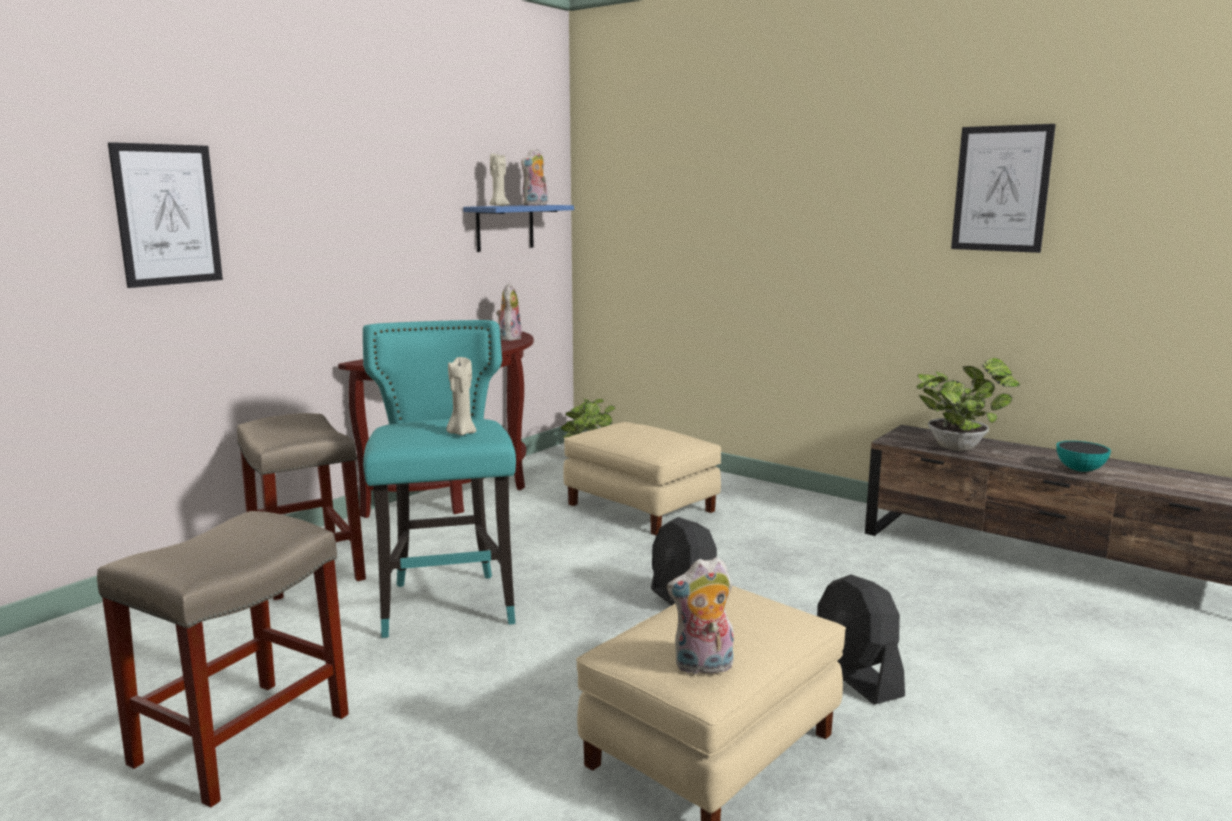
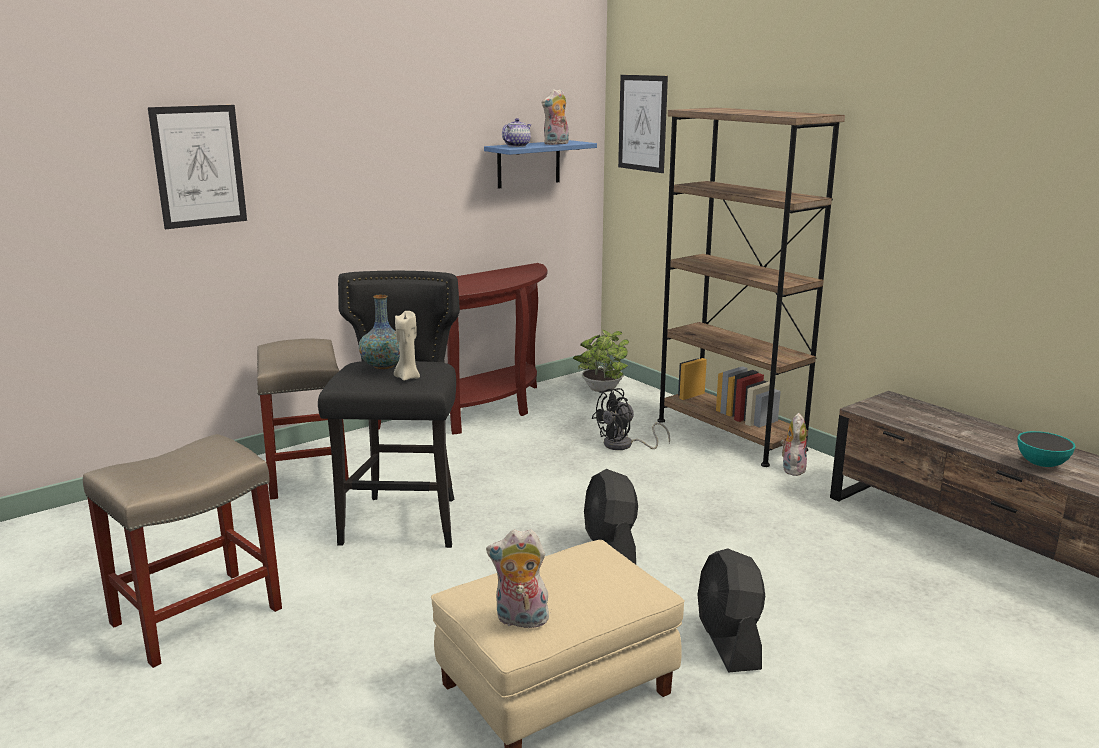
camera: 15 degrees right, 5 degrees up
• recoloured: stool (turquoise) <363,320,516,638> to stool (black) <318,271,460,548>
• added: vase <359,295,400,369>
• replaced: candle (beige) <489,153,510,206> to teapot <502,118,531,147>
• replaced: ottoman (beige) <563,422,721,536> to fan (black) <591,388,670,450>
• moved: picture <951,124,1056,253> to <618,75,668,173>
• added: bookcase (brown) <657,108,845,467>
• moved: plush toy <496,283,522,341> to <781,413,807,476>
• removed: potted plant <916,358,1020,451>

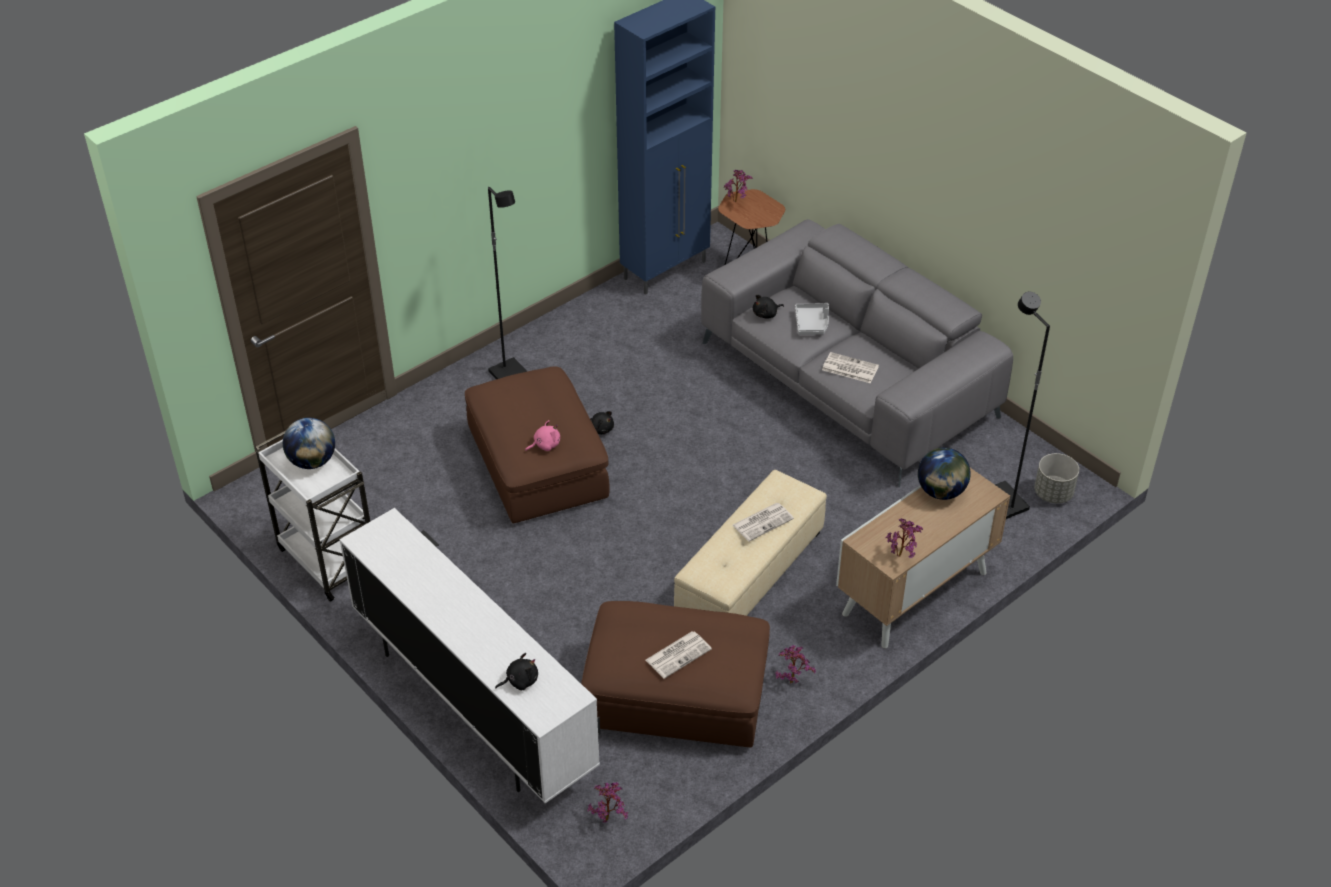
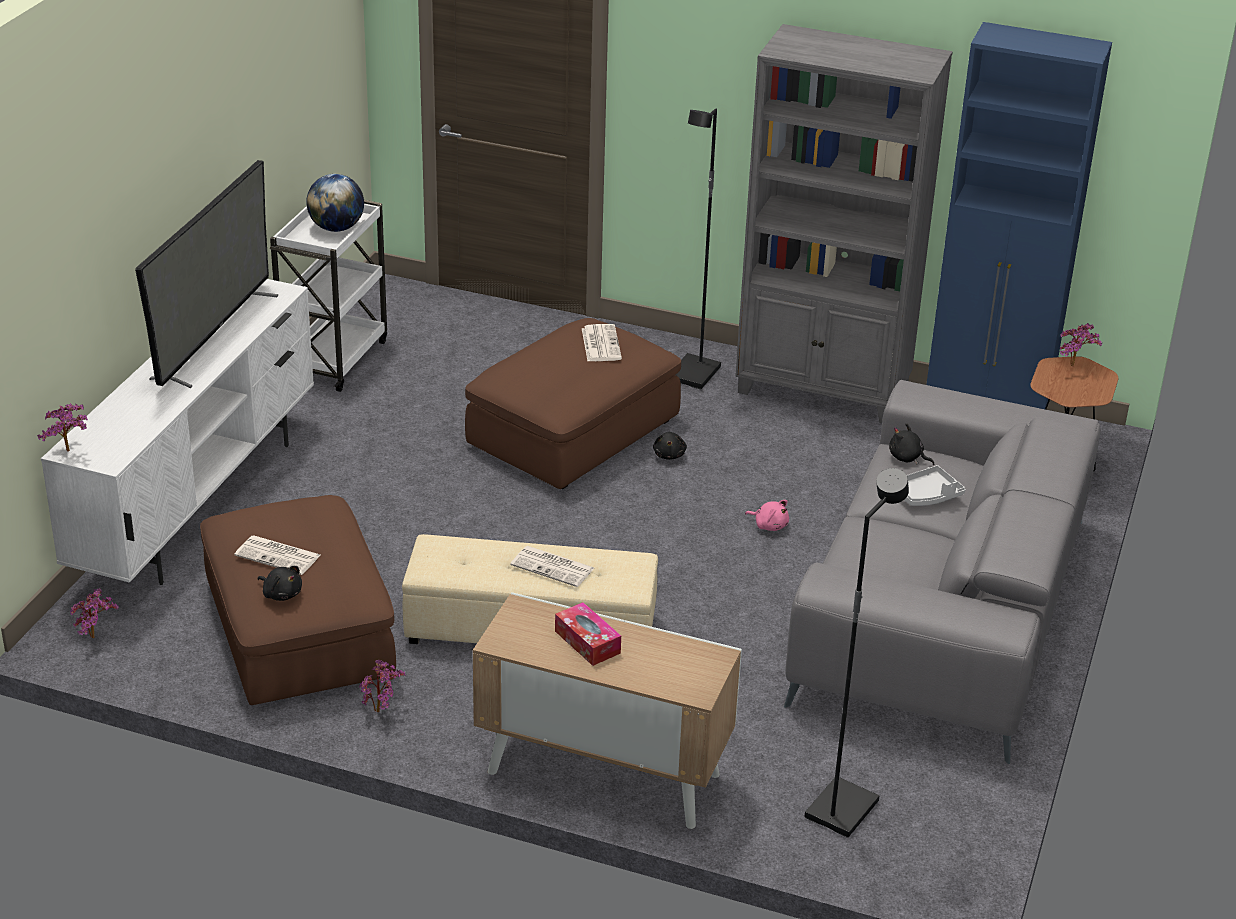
camera: 60 degrees right, 10 degrees down
• moved: potted plant <885,518,923,558> to <37,403,88,452>
• added: television <135,160,278,388>
• moved: plush toy (black) <495,653,538,690> to <258,566,302,601>
• added: tissue box <555,602,621,666>
• moved: newspaper <822,352,879,383> to <582,324,622,361>
• added: bookcase (grey) <735,24,953,423>
• moved: plush toy (pink) <525,420,560,451> to <745,500,789,531>
• removed: globe <918,448,971,500>
• removed: planter (grey) <1034,453,1079,503>

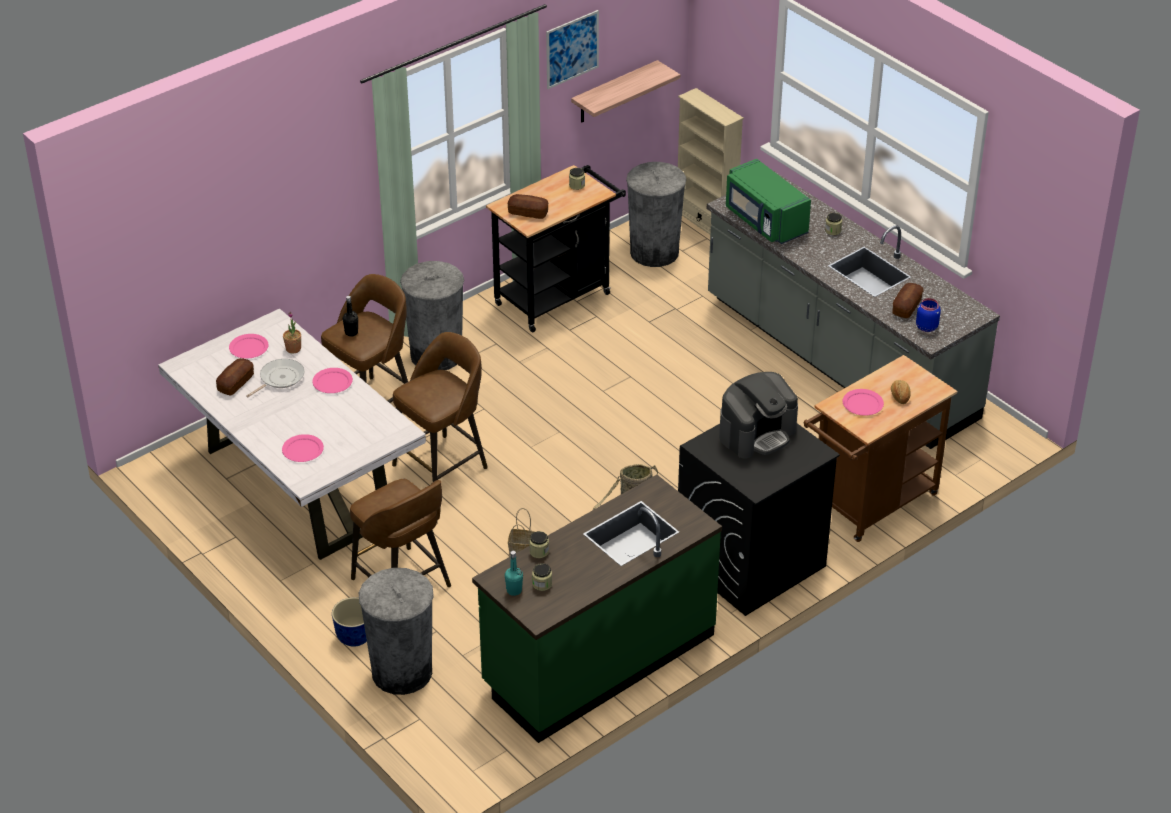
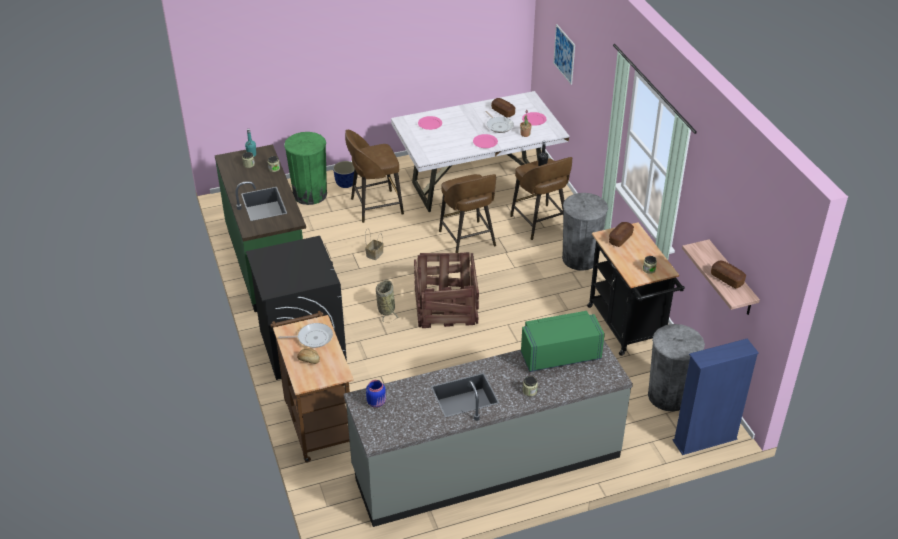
camera: 110 degrees right, 0 degrees up
• replaced: plate (pink) <843,389,884,416> to frying pan <278,323,333,348>
• recoloured: trash can (grey) <359,568,434,695> to trash can (green) <284,132,327,205>
• added: crate <414,252,479,328>
• moved: picture <546,10,599,89> to <553,24,575,85>
• recoloured: bookcase (beige) <678,88,744,234> to bookcase (blue) <673,339,759,455>
• moved: bread <892,283,924,318> to <711,261,746,288>
• removed: coffee machine <719,372,798,458>

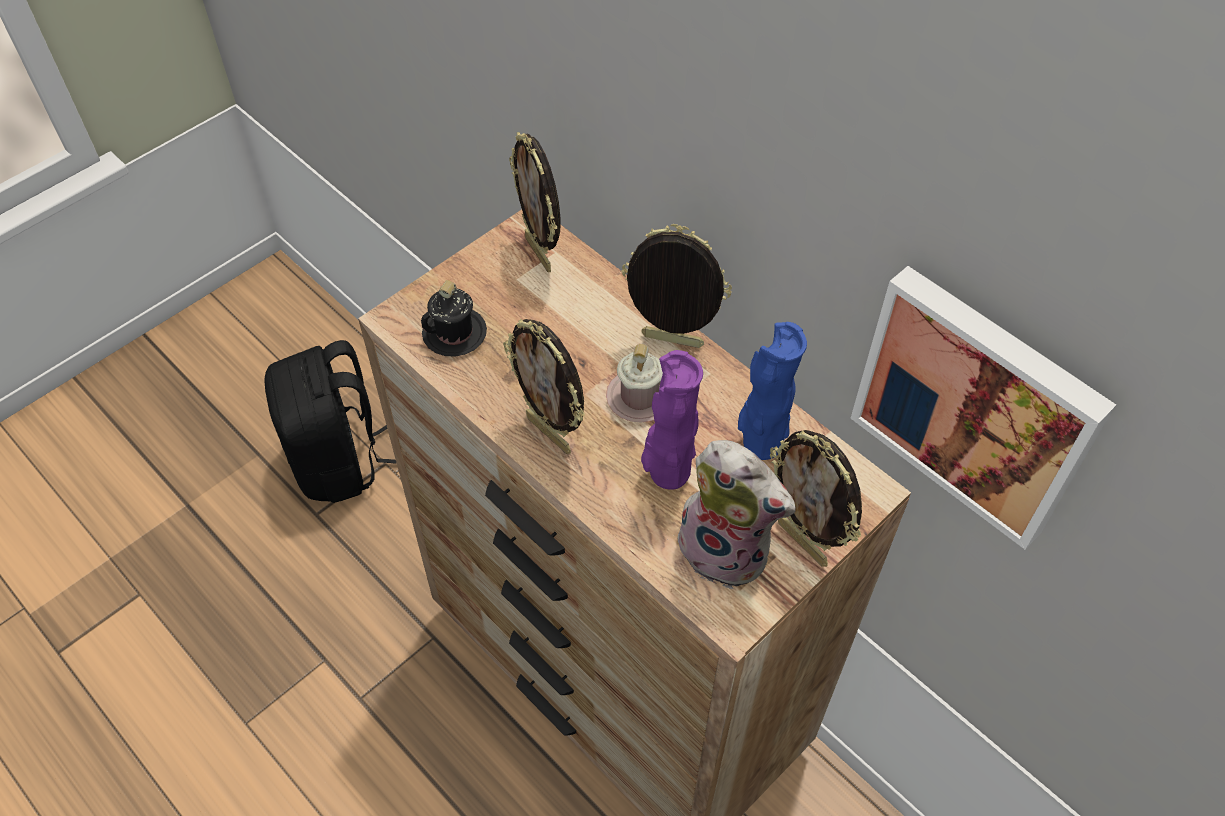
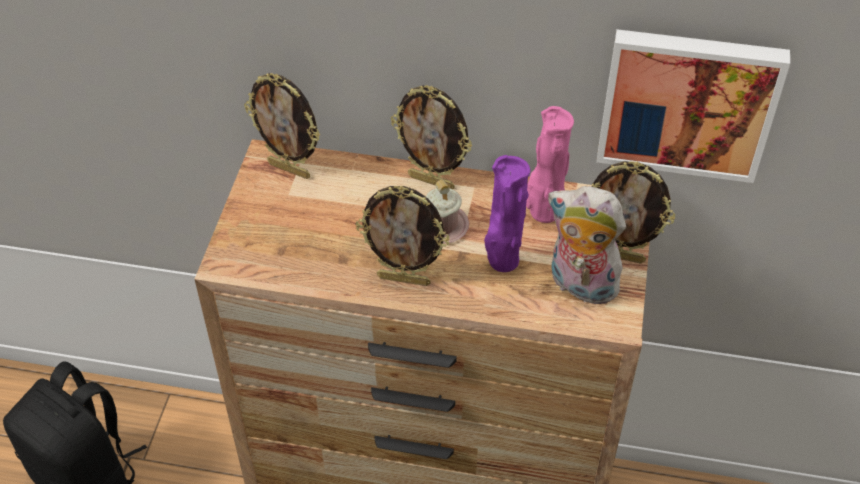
camera: 35 degrees left, 5 degrees down
• turned: picture frame <621,224,732,348> = <391,85,472,189> 135 degrees counterclockwise
• recoloured: vase (blue) <738,322,807,460> to vase (pink) <526,106,574,223>
• turned: plush toy <670,440,796,589> = <548,186,628,304> 150 degrees counterclockwise
• removed: mug (black) <421,280,487,357>

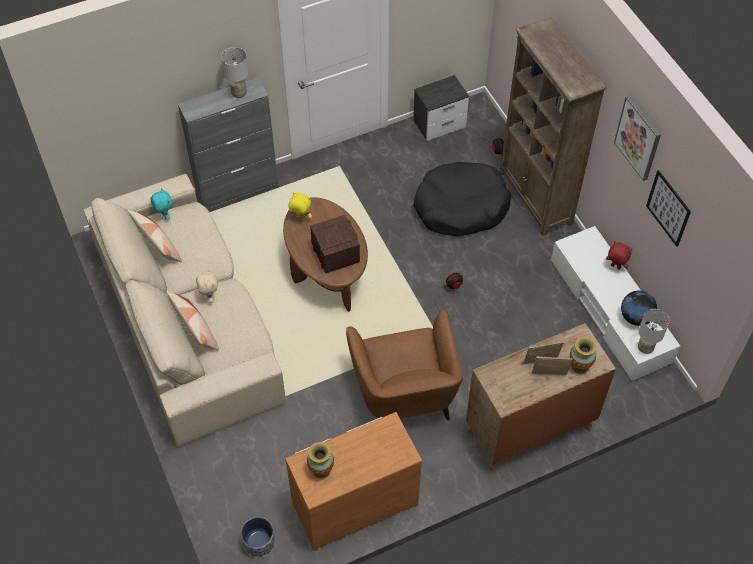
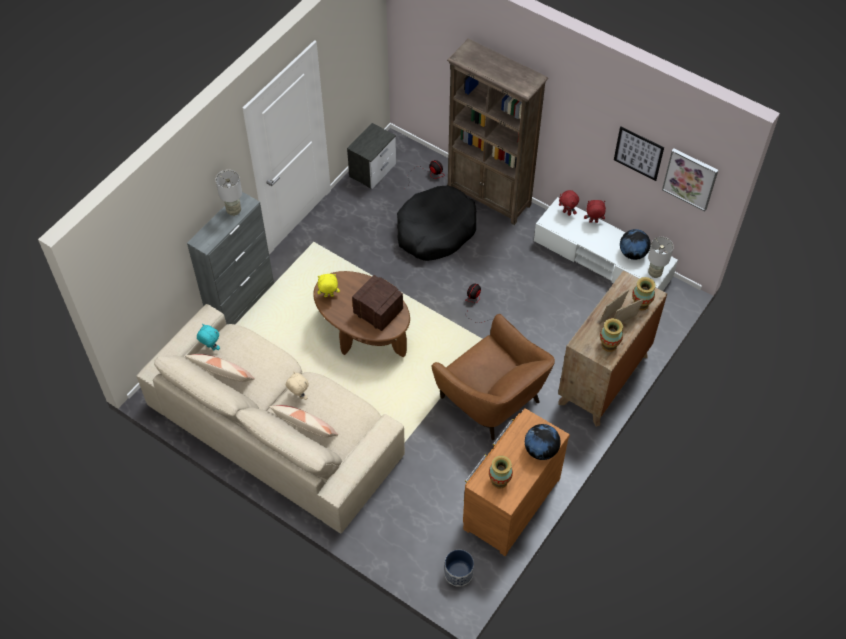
camera: 30 degrees left, 0 degrees up
• added: globe <525,424,561,460>
• added: plush toy (red) <559,190,579,216>
• added: vase <600,318,623,352>
• moved: picture <614,95,661,181> to <662,148,718,211>

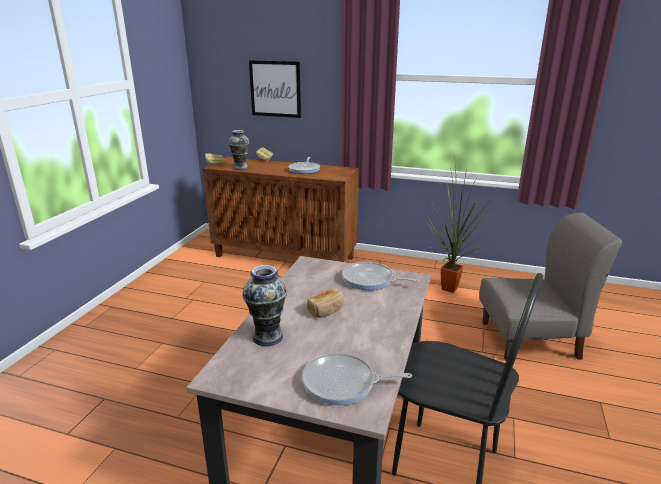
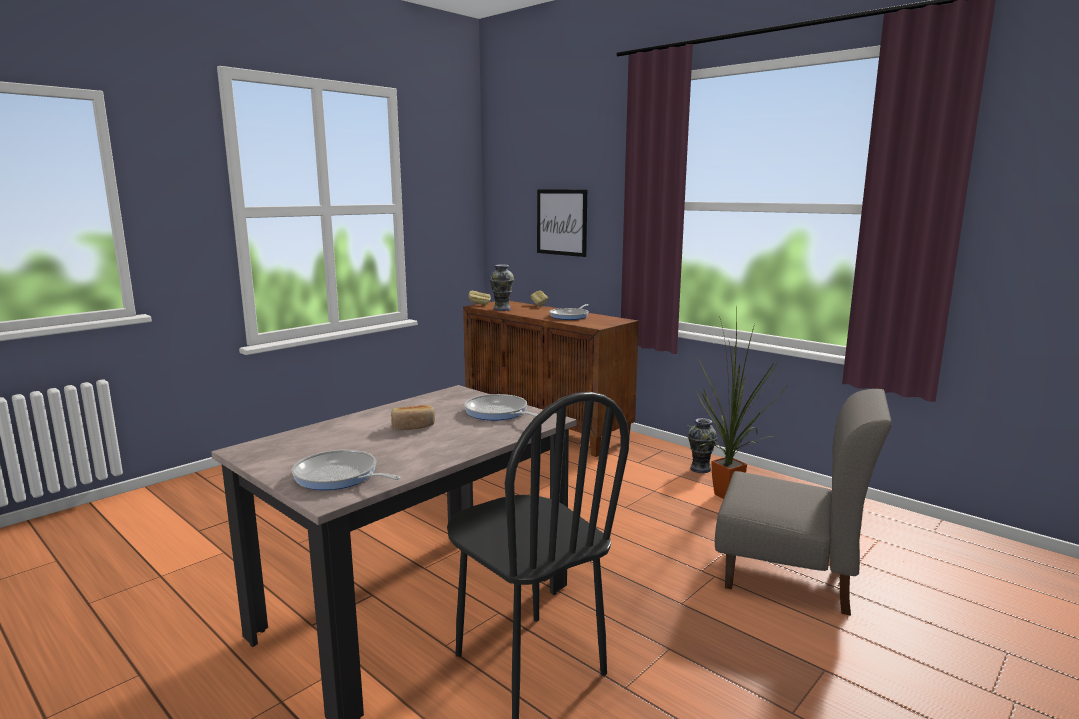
camera: 25 degrees right, 10 degrees down
• moved: vase <242,265,287,346> to <687,418,717,473>

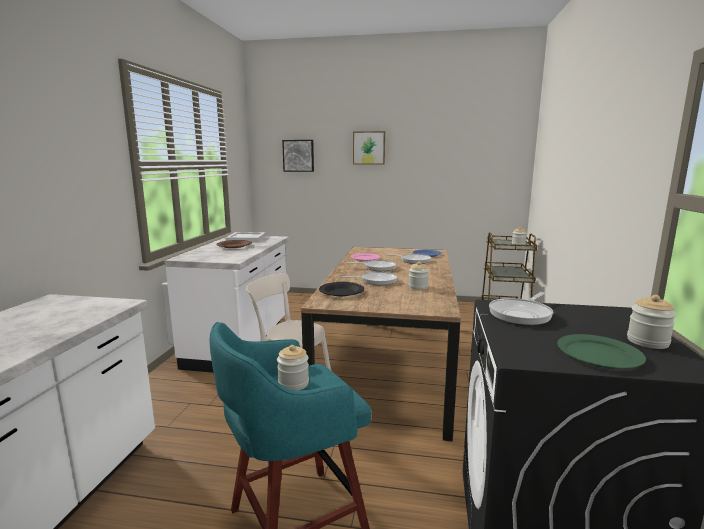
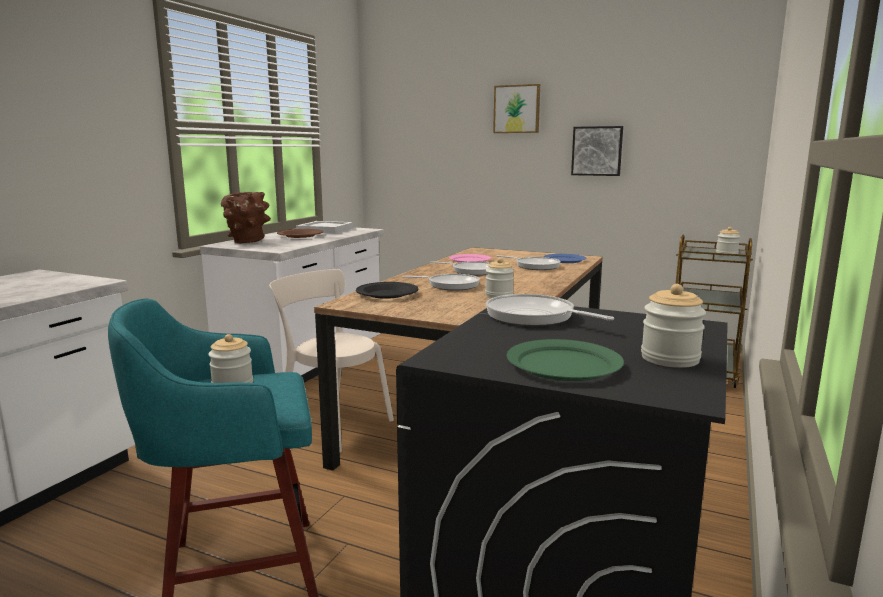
camera: 15 degrees right, 0 degrees up
• added: vase (brown) <221,192,271,244>
• turned: frying pan <489,292,553,325> = <486,294,614,326> 75 degrees clockwise
• moved: picture <282,140,314,172> to <571,126,623,176>

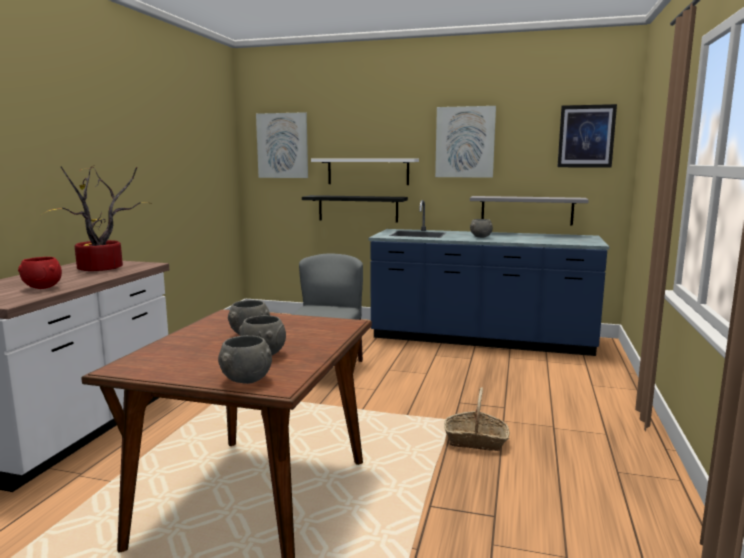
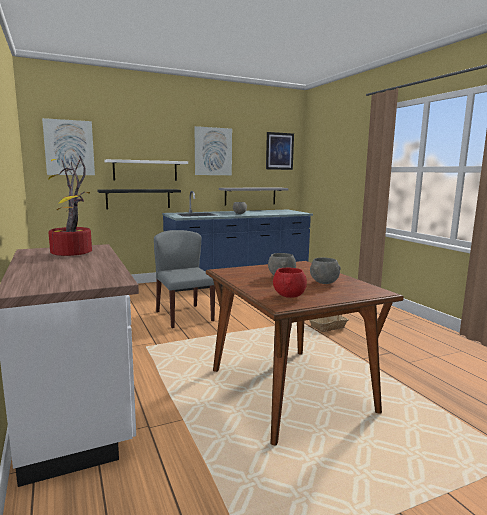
camera: 40 degrees left, 0 degrees up
• moved: bowl (red) <18,257,62,289> to <273,268,307,298>
• removed: bowl (grey) <218,335,272,384>

